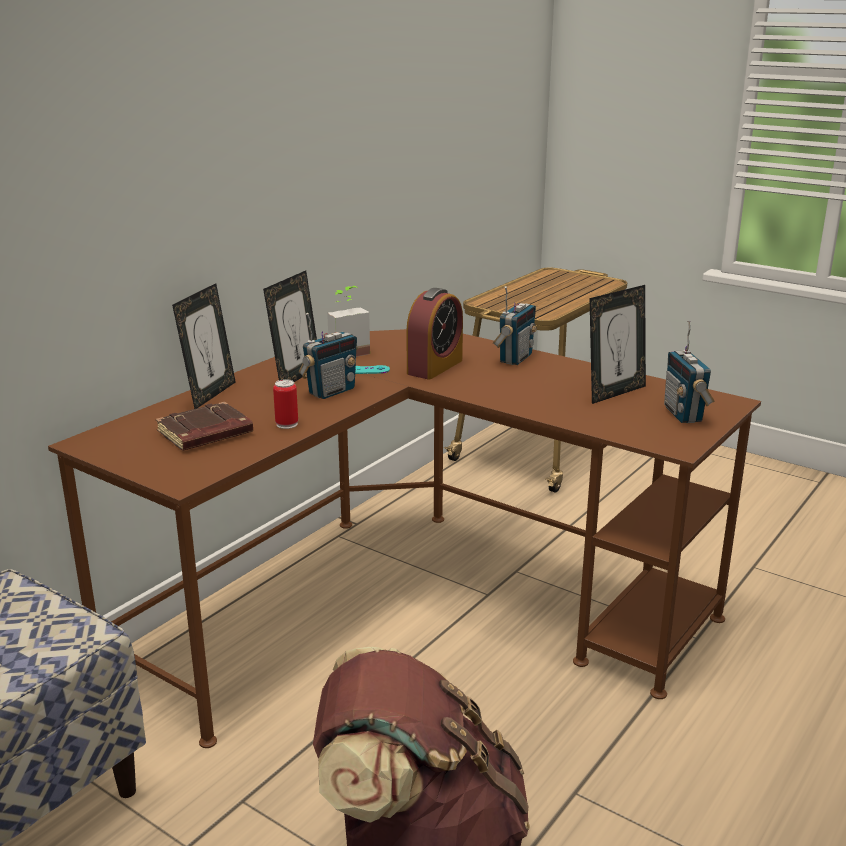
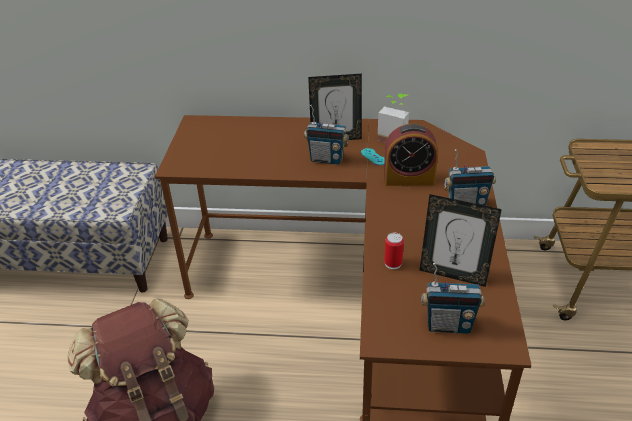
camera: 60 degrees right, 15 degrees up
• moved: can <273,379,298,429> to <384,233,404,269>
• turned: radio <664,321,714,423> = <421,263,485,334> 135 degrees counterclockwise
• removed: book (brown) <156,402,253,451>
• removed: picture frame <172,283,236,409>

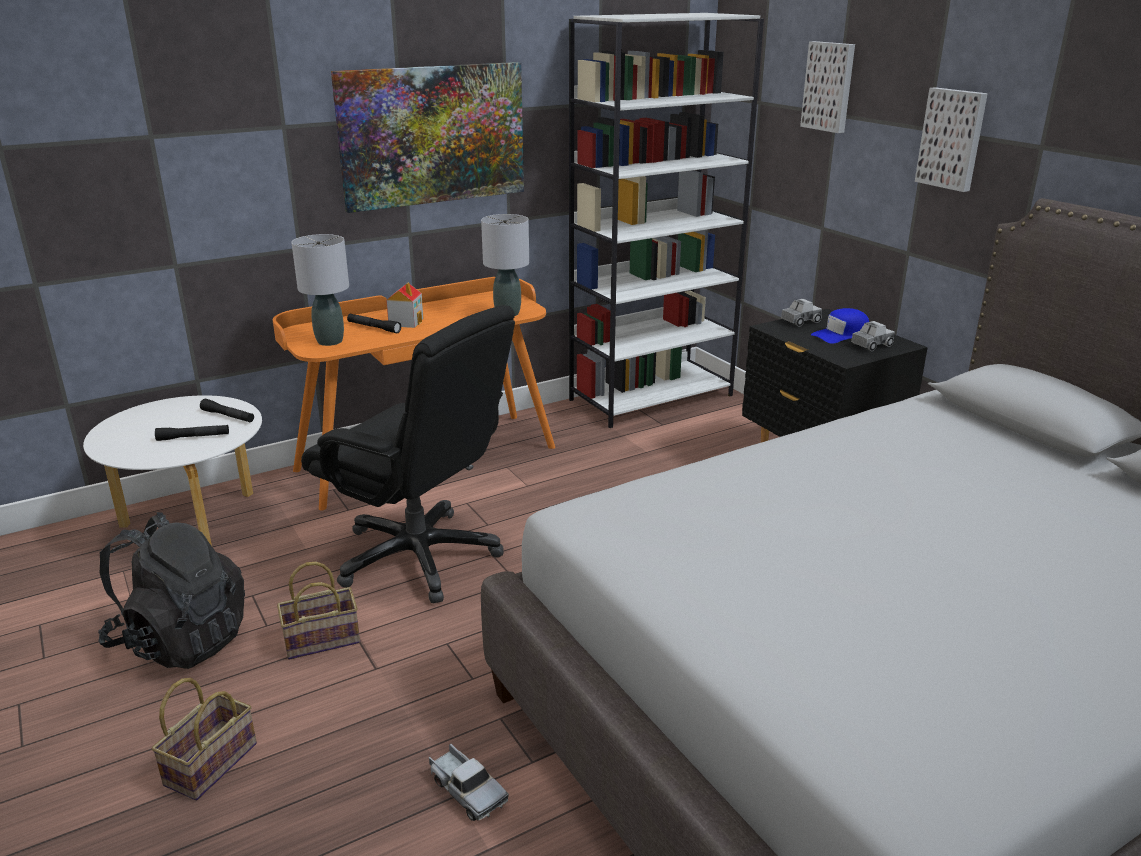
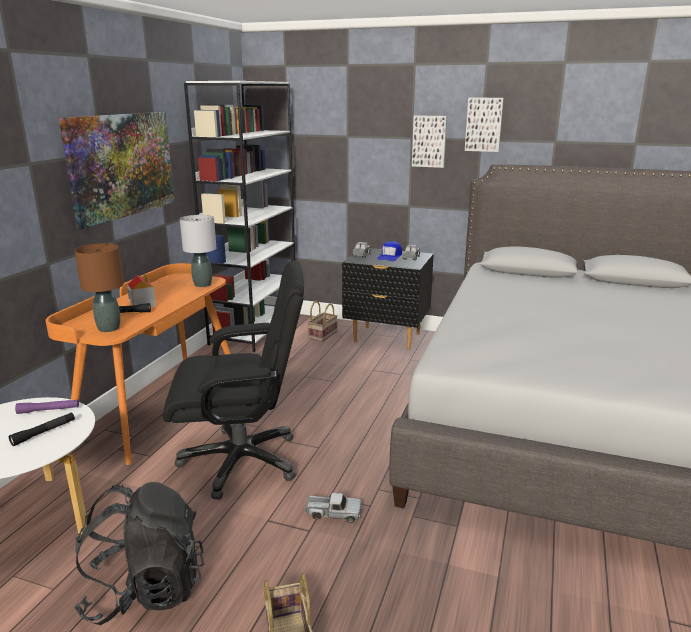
camera: 40 degrees left, 5 degrees down
• recoloured: flashlight (black) <200,399,254,422> to flashlight (purple) <15,400,79,414>
• recoloured: table lamp (grey) <291,234,349,346> to table lamp (brown) <74,243,124,332>
• moved: toy truck <429,744,509,821> to <305,493,362,523>
• moved: basket <277,562,360,660> to <307,301,338,342>
• moved: picture <800,41,855,133> to <465,98,504,152>

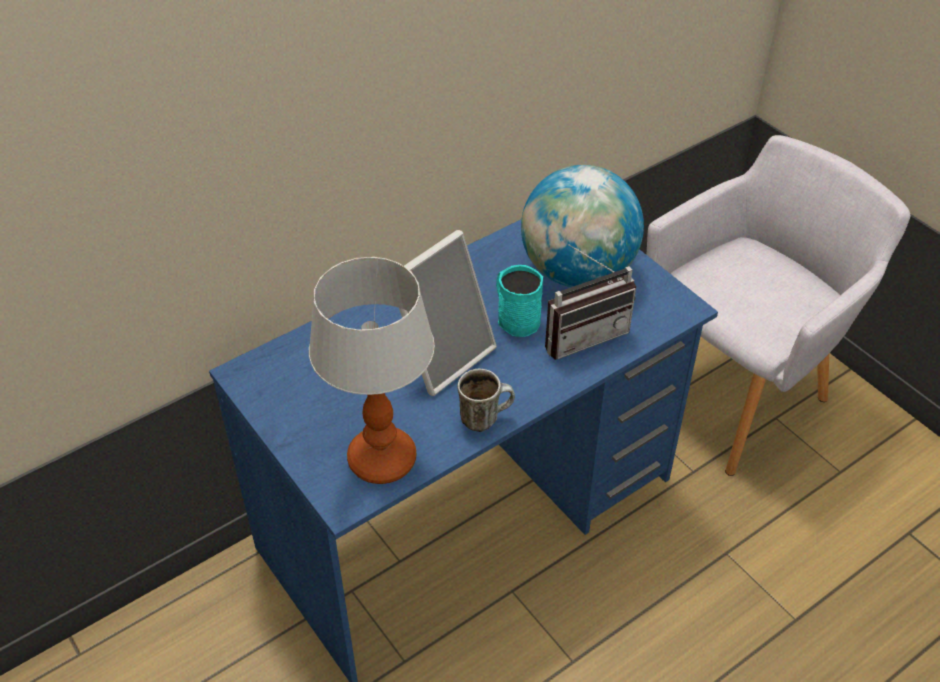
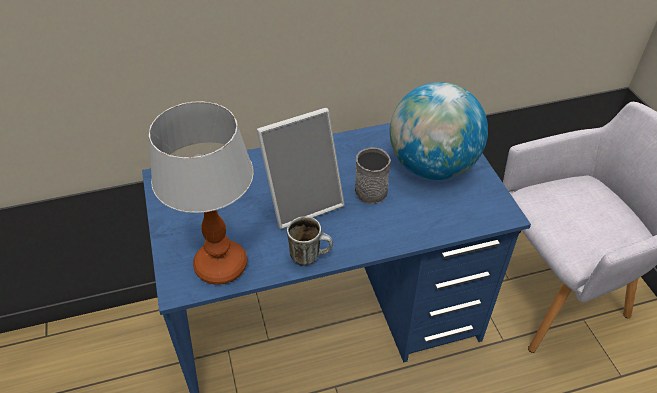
camera: 20 degrees right, 0 degrees up
• recoloured: mug (turquoise) <496,265,543,337> to mug (grey) <355,147,391,204>
• removed: radio <545,244,636,360>

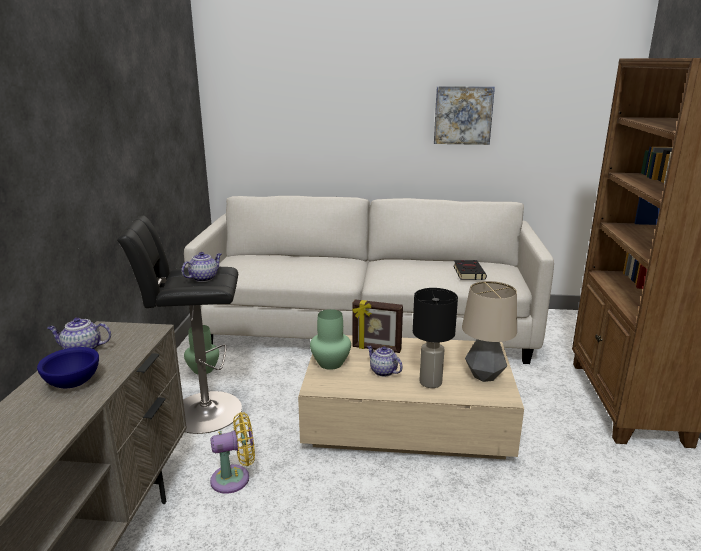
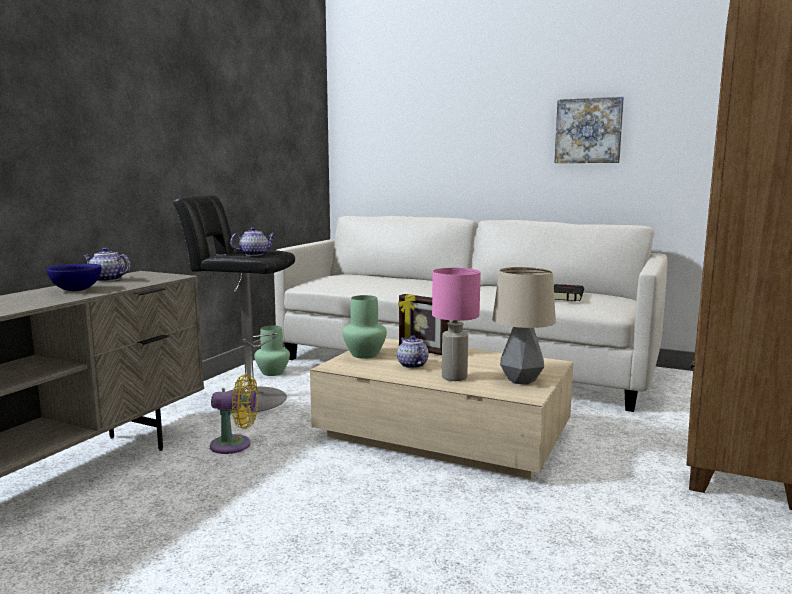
camera: 20 degrees right, 10 degrees down
• recoloured: table lamp (black) <413,288,458,388> to table lamp (pink) <432,268,481,381>

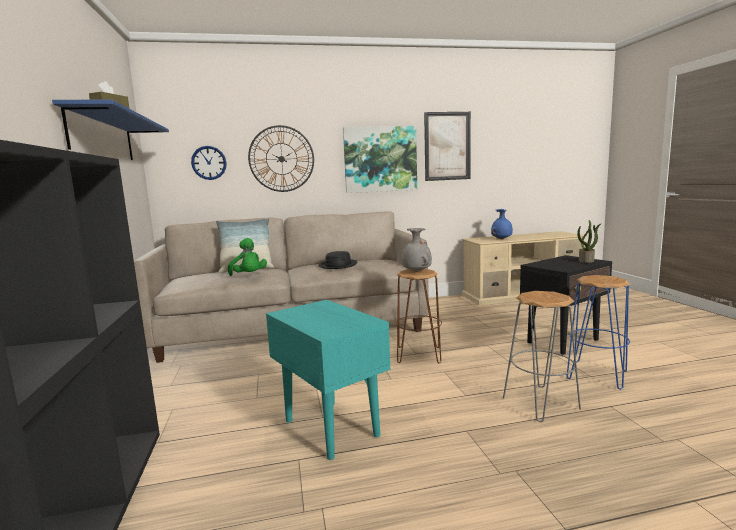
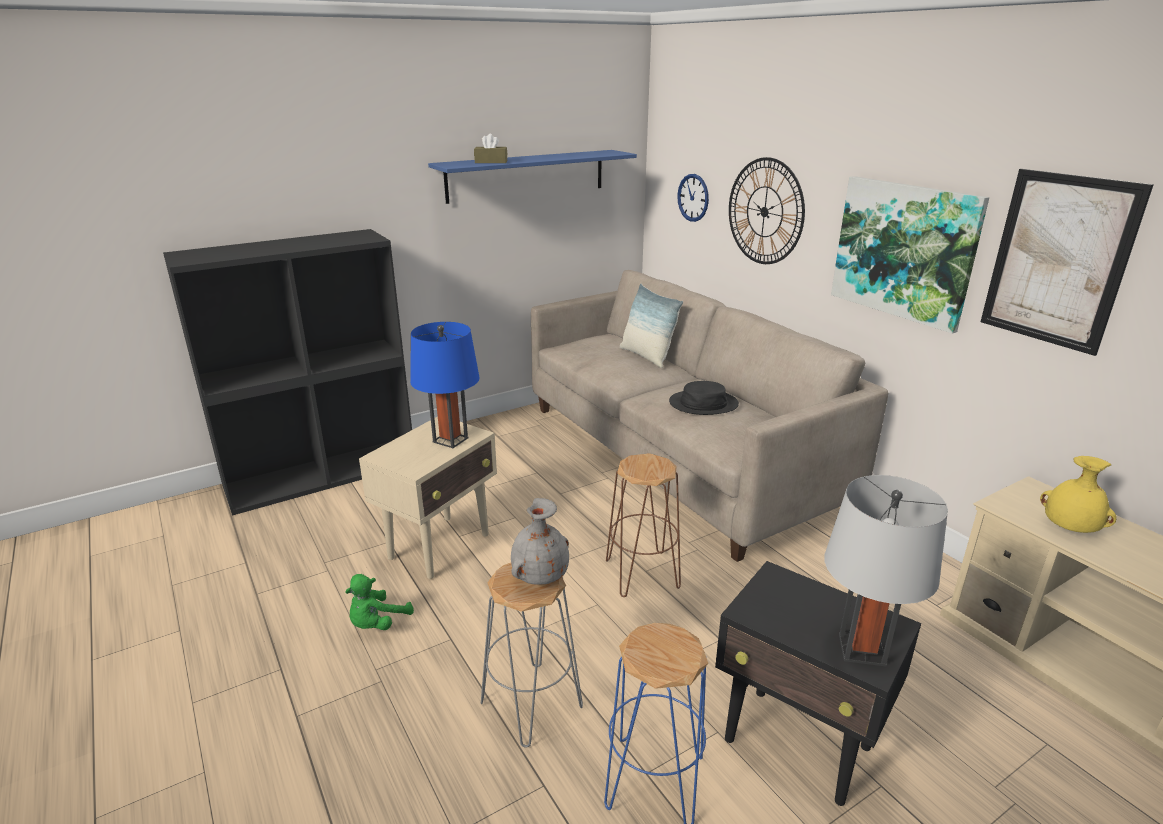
camera: 70 degrees right, 15 degrees up
• moved: plush toy (green) <228,238,267,276> to <345,574,414,630>
• recoloured: side table (turquoise) <266,300,390,460> to side table (beige) <359,416,497,579>
• added: table lamp (blue) <410,322,480,448>
• moved: vase (grey) <402,228,432,272> to <511,498,569,585>
• replaced: potted plant <577,220,602,263> to table lamp (grey) <824,475,948,667>
• recoloured: vase (blue) <491,209,513,239> to vase (yellow) <1040,456,1117,533>

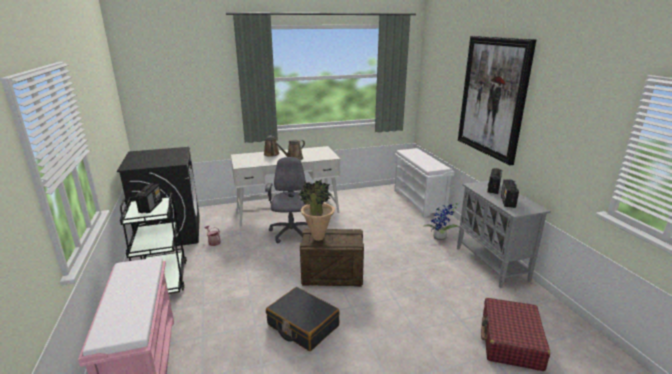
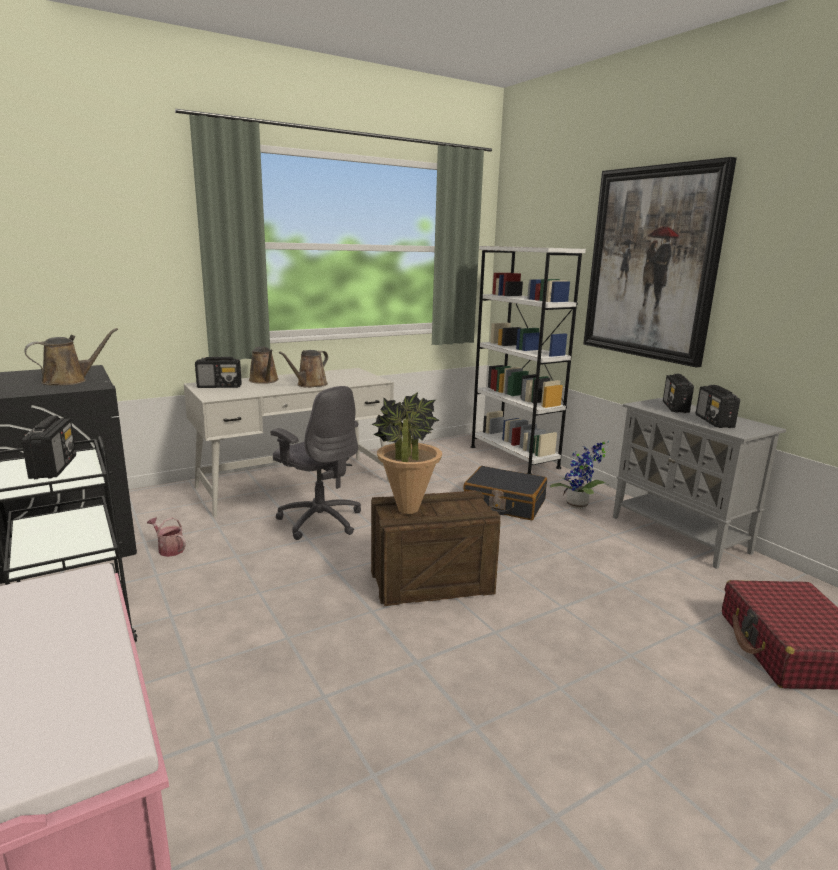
camera: 15 degrees left, 5 degrees down
• added: watering can (brown) <24,328,118,385>
• added: radio <195,357,242,388>
• turned: office chair (grey) <265,157,312,243> = <271,386,361,540> 150 degrees clockwise
• moved: suitcase (black) <266,287,340,351> to <463,466,547,520>
• replaced: bench (white) <394,148,454,218> to bookcase (white) <470,246,586,474>

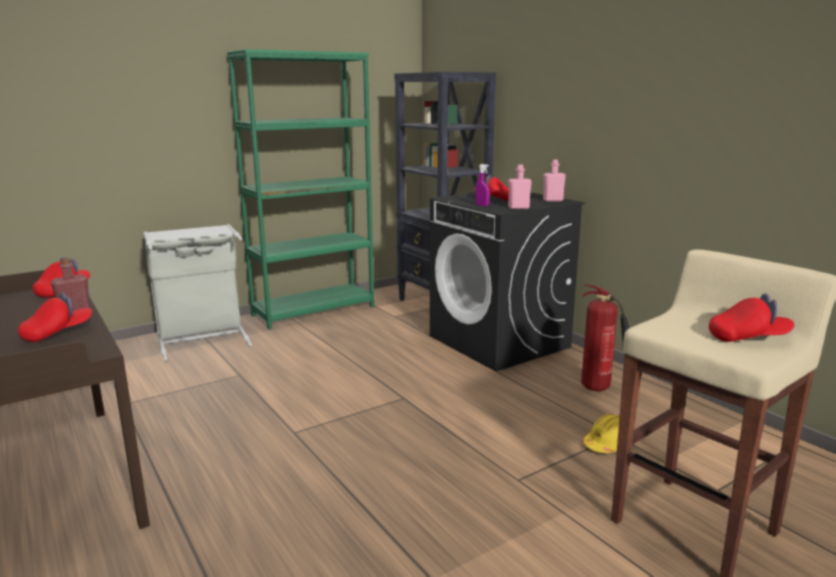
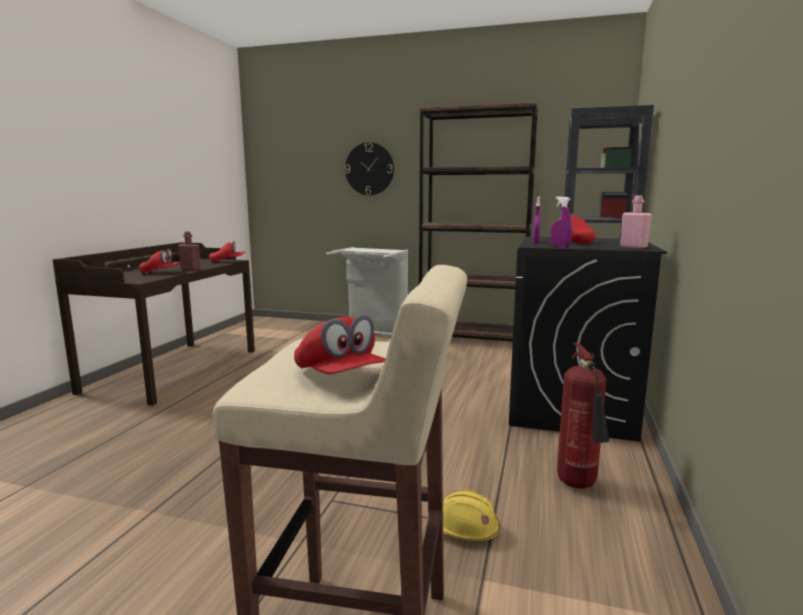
camera: 50 degrees right, 5 degrees down
• added: wall clock <345,142,394,195>
• recoloured: bookcase (green) <227,49,374,329> to bookcase (brown) <419,102,538,342>
• replaced: bottle (pink) <508,165,532,209> to spray bottle (purple) <551,196,572,247>

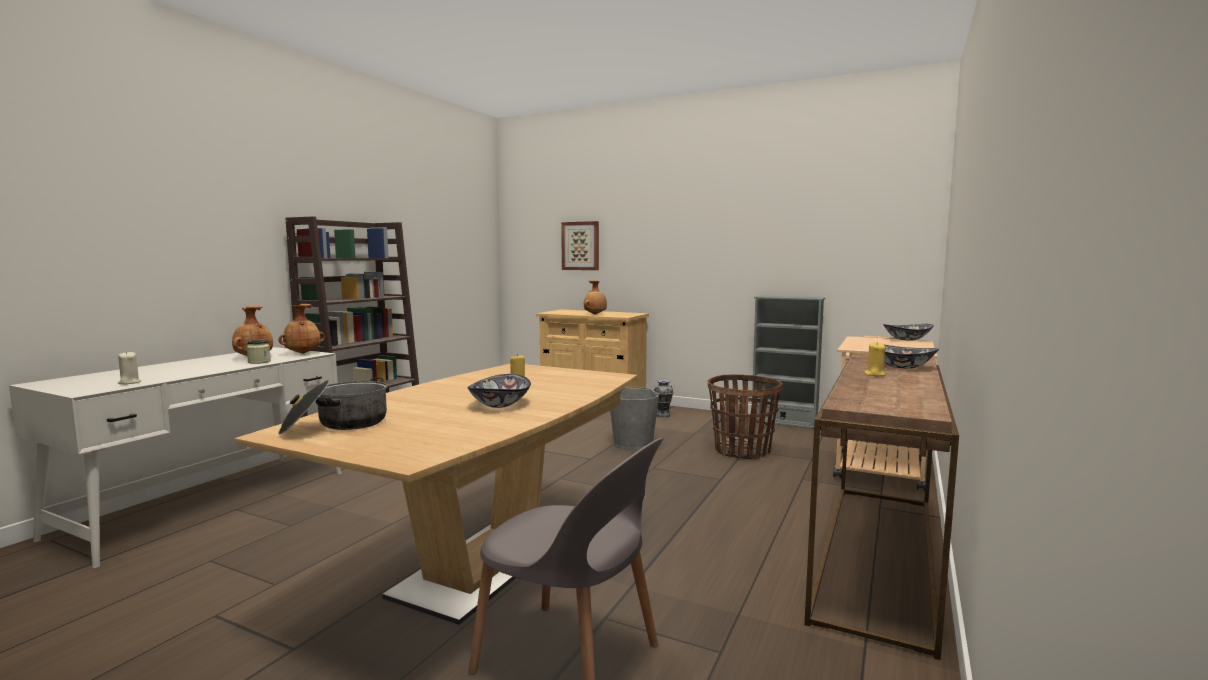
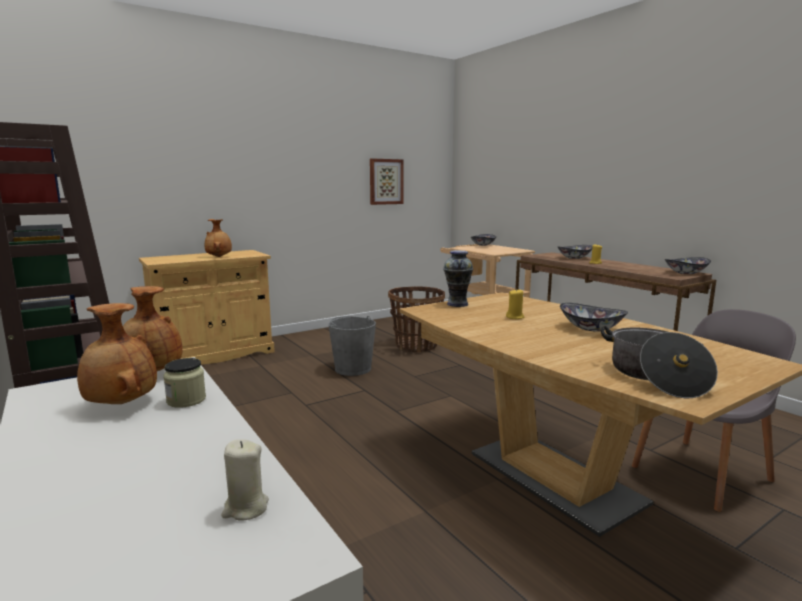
camera: 60 degrees left, 5 degrees up
• moved: picture <561,221,599,270> to <370,158,403,205>
• moved: vase <654,380,673,417> to <443,250,473,307>
• added: bowl <665,257,711,274>
• removed: bookcase (grey) <752,295,825,429>

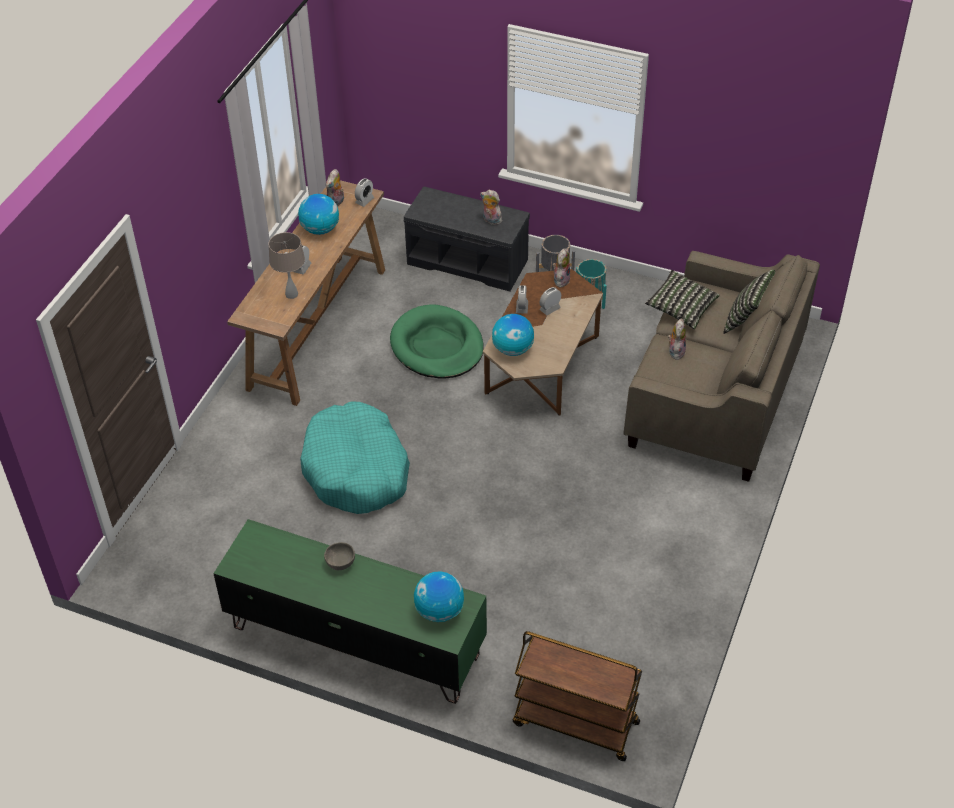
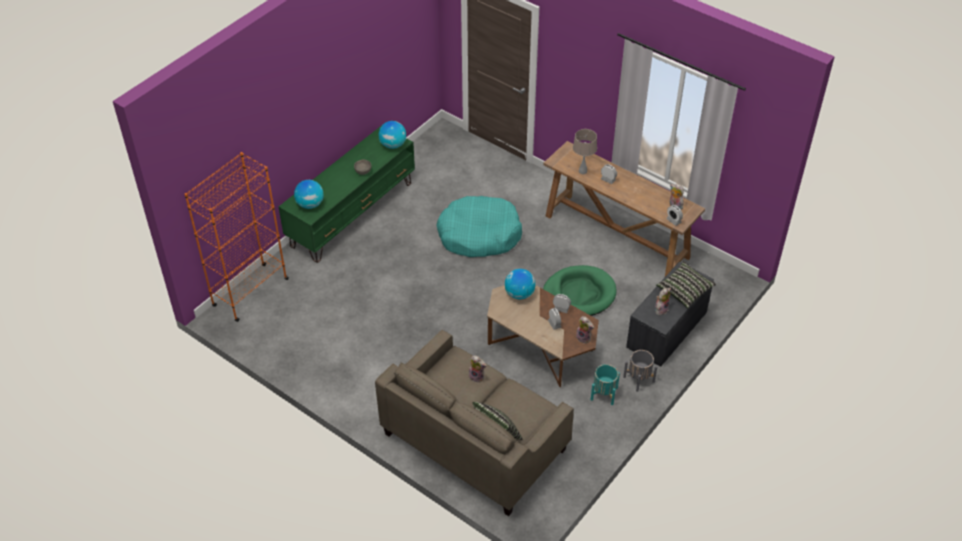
camera: 105 degrees right, 0 degrees up
• replaced: cart (brown) <513,631,642,761> to bookcase (orange) <184,152,289,322>
• moved: globe <298,194,339,235> to <379,121,406,149>
• moved: pillow <645,270,720,329> to <656,261,716,309>

